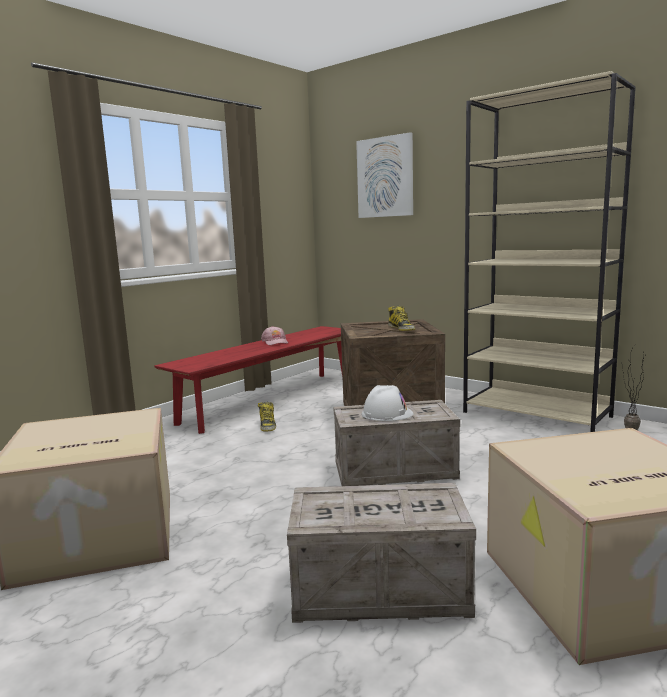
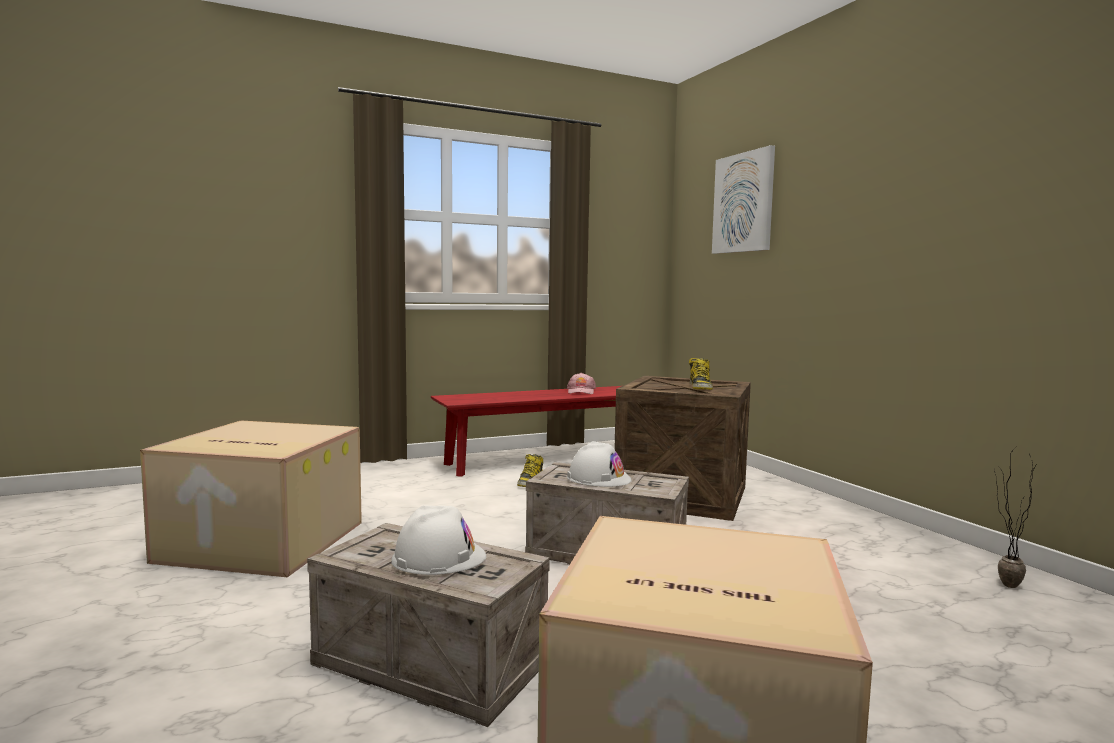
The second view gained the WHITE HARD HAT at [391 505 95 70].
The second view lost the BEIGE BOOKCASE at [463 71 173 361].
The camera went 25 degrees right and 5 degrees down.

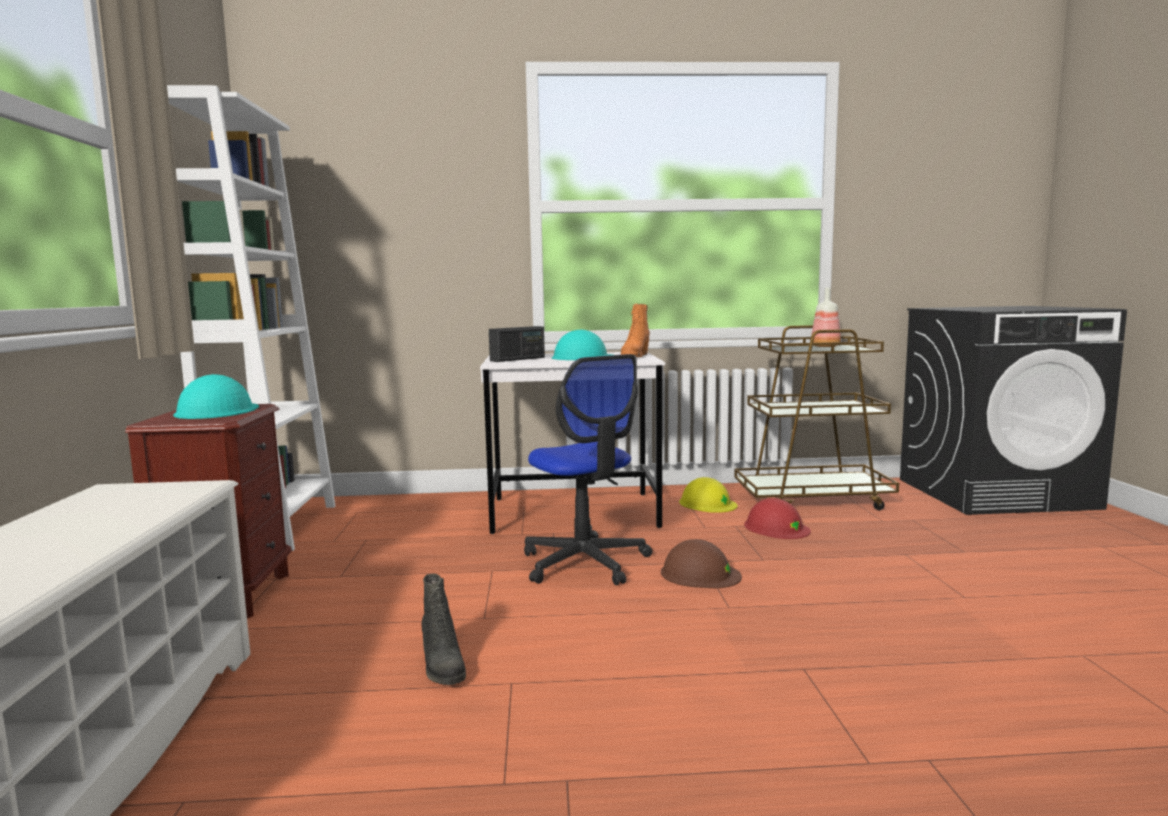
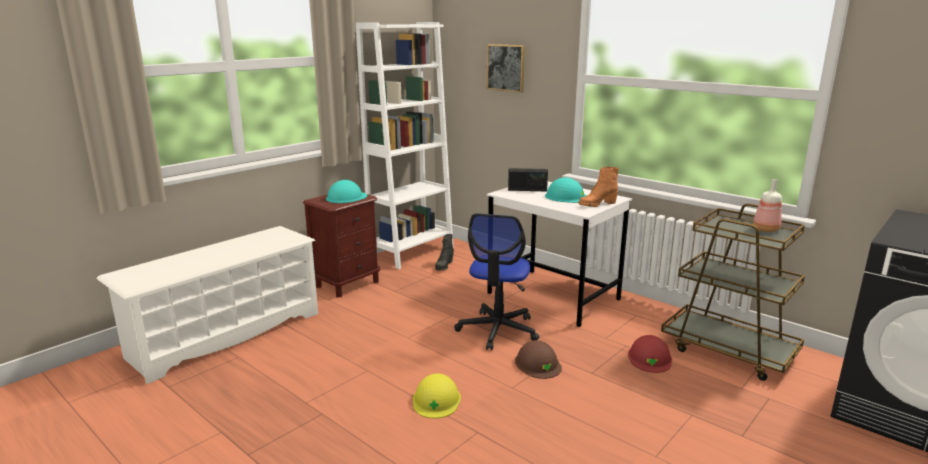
The YELLOW HARD HAT ended up elsewhere, having gone from [679 477 59 36] to [413 373 48 45].
The BLACK BOOT ended up elsewhere, having gone from [422 574 44 111] to [435 234 19 37].
The second view gained the PICTURE at [487 44 38 49].
The camera went 45 degrees right and 10 degrees up.

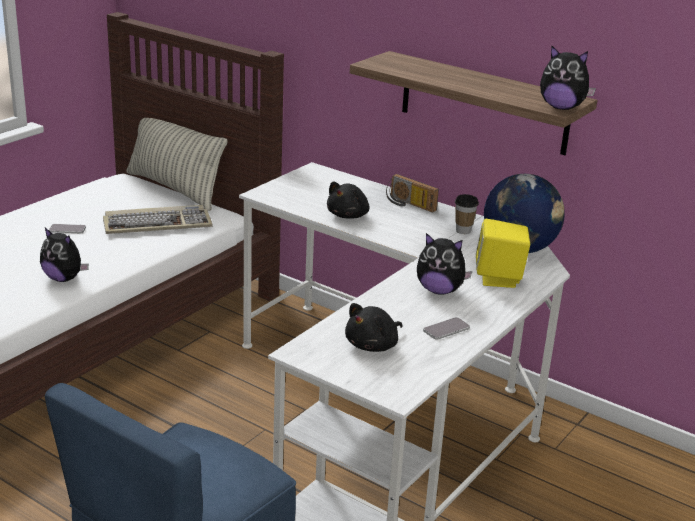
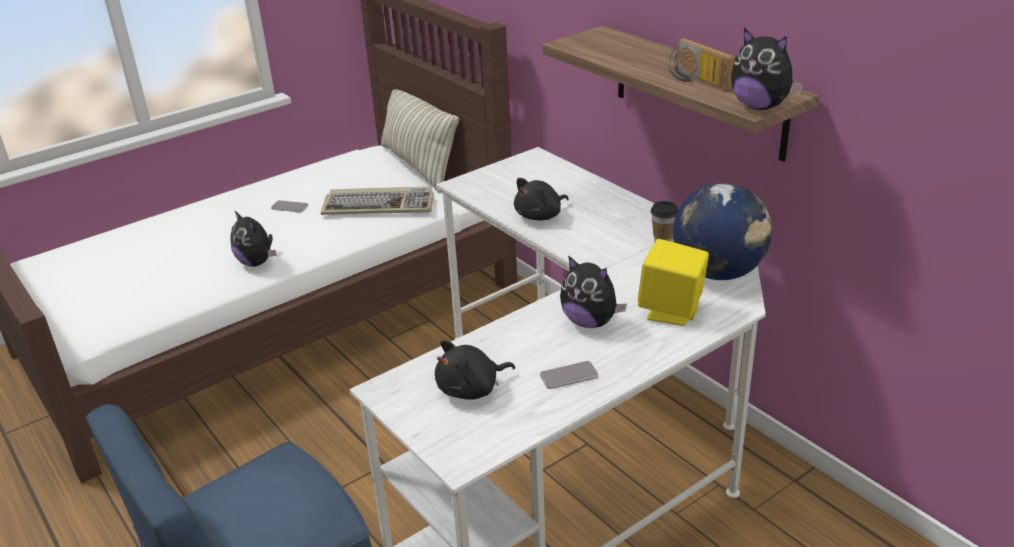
The RADIO ended up elsewhere, having gone from [386 174 53 38] to [669 38 67 53].
The camera went 20 degrees right and 5 degrees up.

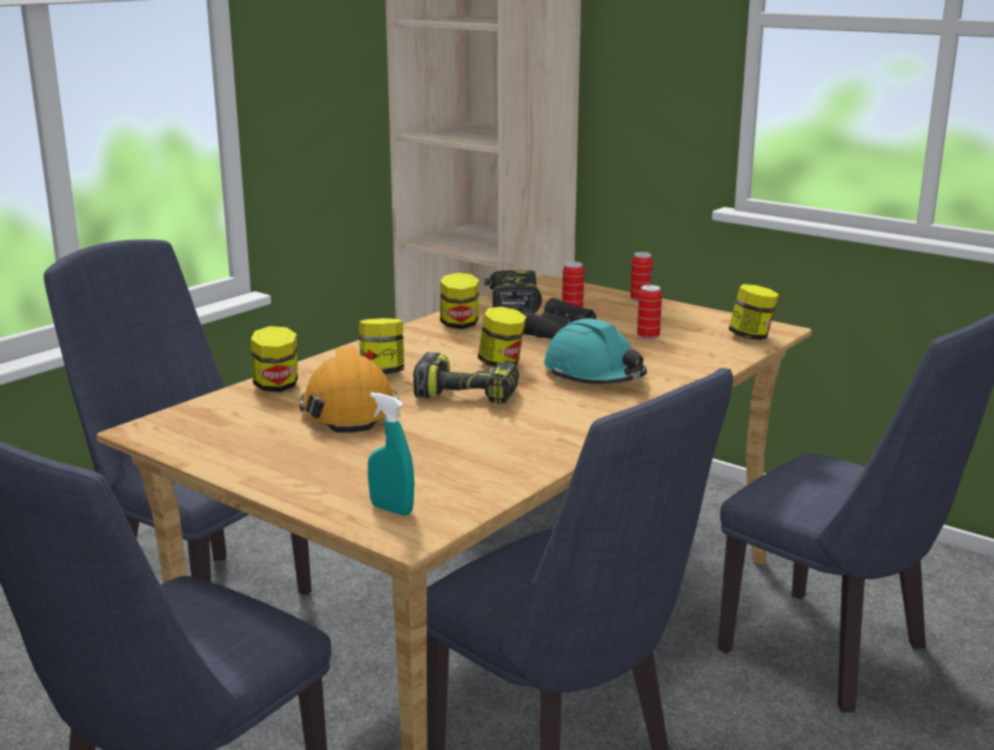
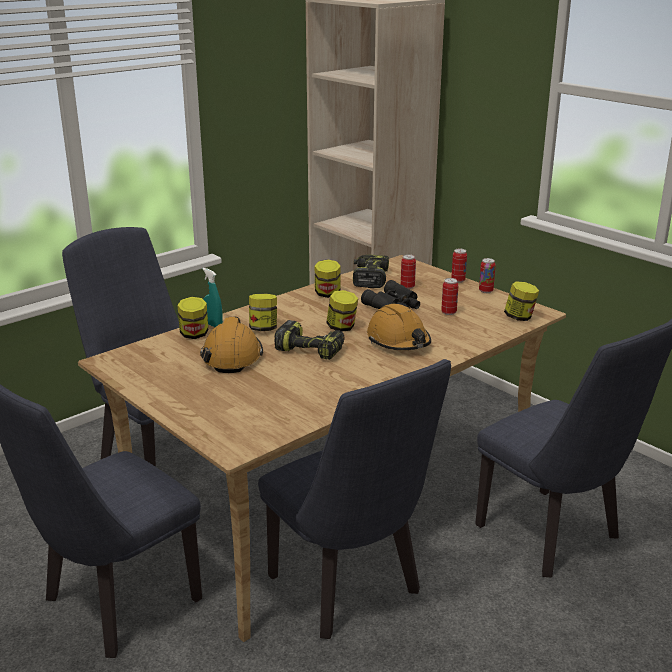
The TURQUOISE SPRAY BOTTLE ended up elsewhere, having gone from [368 392 46 124] to [203 268 20 59].
What was the TURQUOISE HARD HAT at [544 318 103 66] turned into the ORANGE HARD HAT at [367 304 64 46].
The second view gained the CAN at [479 258 17 35].
The camera went 10 degrees right and 5 degrees up.

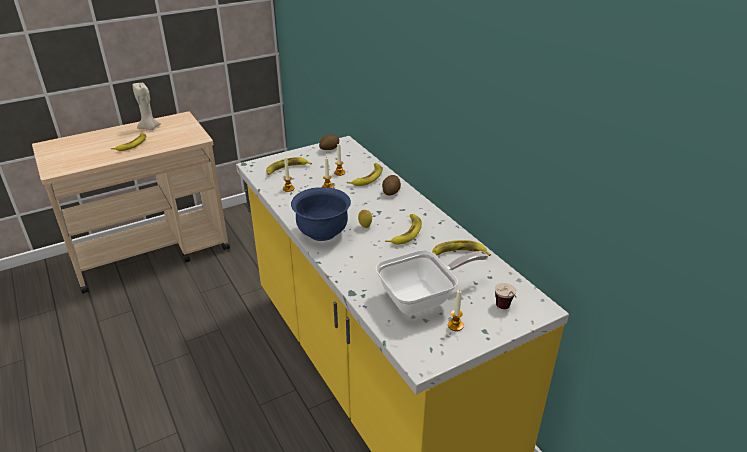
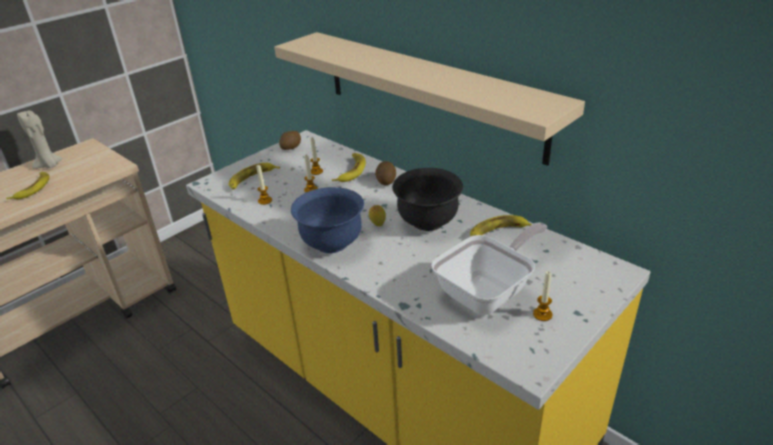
The second view gained the BEIGE SHELF at [274 32 311 134].
Where the BANANA stood at [385 214 37 31], the BLACK BOWL came to stand at [392 168 71 63].
The second view lost the CUP at [495 283 21 26].
The camera went 15 degrees left and 0 degrees up.

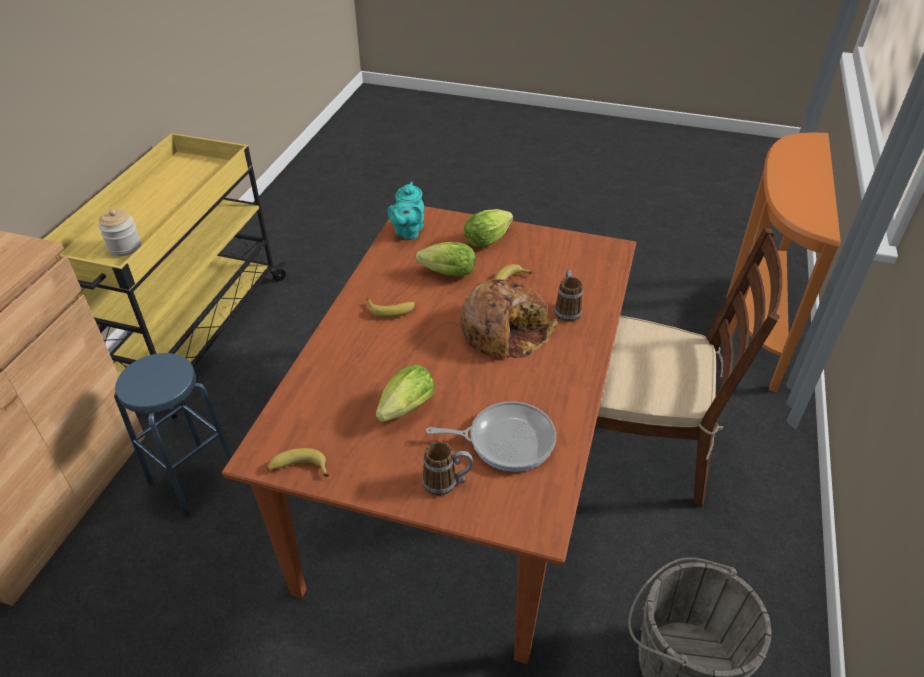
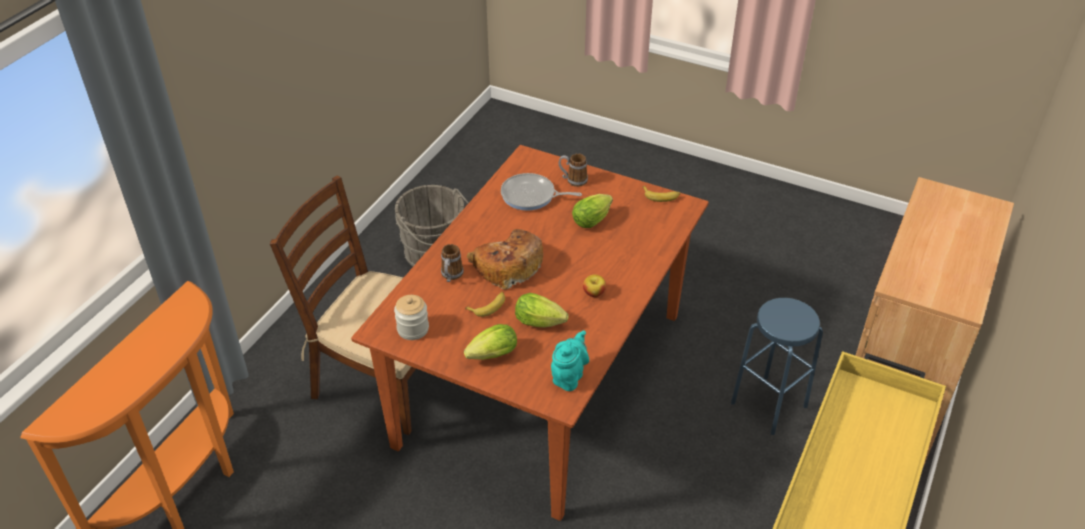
The JAR ended up elsewhere, having gone from [98 209 43 47] to [394 295 35 45].
Where the BANANA stood at [366 298 50 20], the APPLE came to stand at [583 274 23 23].
The camera went 170 degrees left and 0 degrees up.

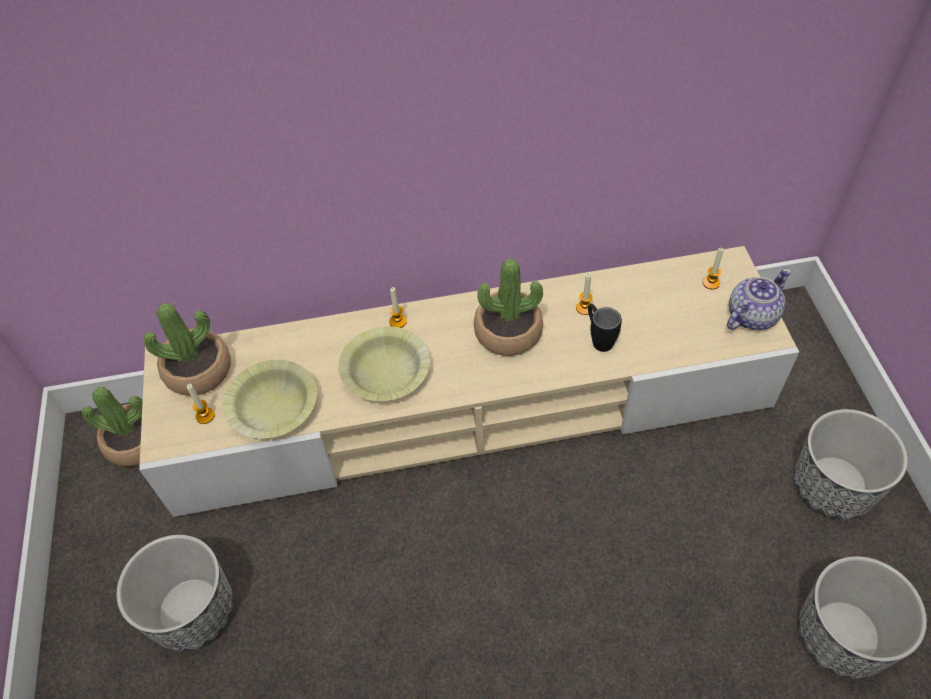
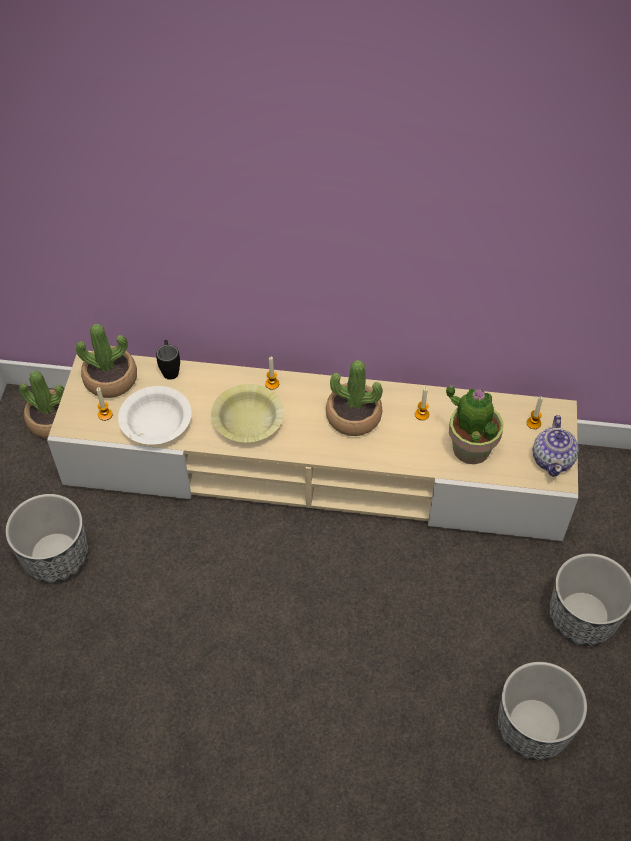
What was the YELLOW BOWL at [223 360 94 79] turned into the WHITE BOWL at [118 386 73 59].
The BLACK MUG ended up elsewhere, having gone from [588 304 34 48] to [156 340 24 40].
The second view gained the POTTED PLANT at [446 384 57 80].
The TEAPOT at [727 268 64 62] ended up facing another way, 120 degrees clockwise from before.
The camera went 15 degrees right and 0 degrees up.

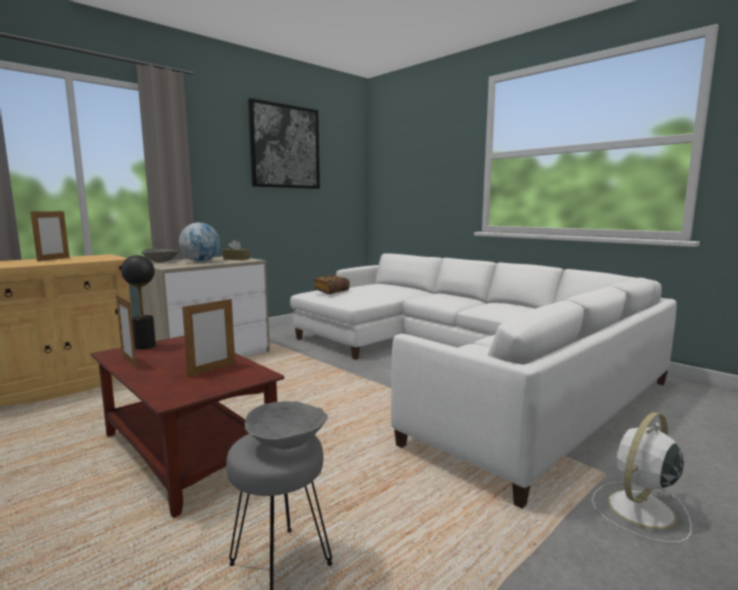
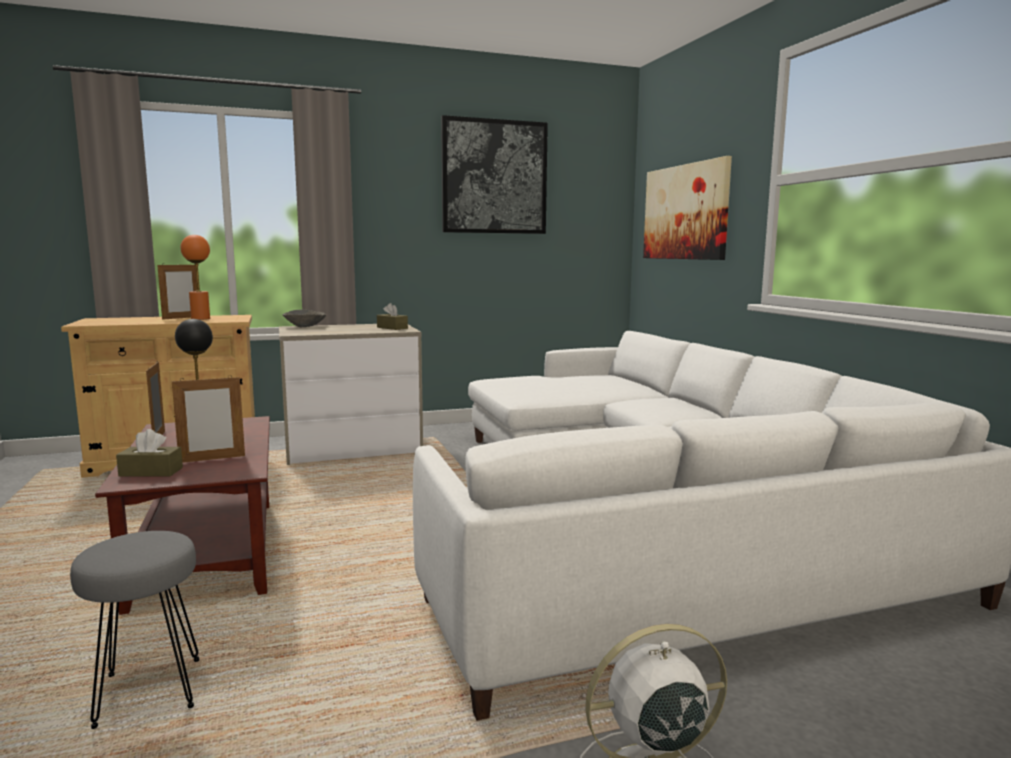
The second view gained the BROWN TISSUE BOX at [116 429 67 48].
The second view gained the ORANGE TABLE LAMP at [180 235 30 85].
The second view gained the PICTURE at [643 156 89 104].
The second view lost the GLOBE at [179 223 41 39].
The second view lost the GREY BOWL at [244 401 84 48].
The second view lost the BOOK at [313 275 37 19].
The camera went 25 degrees right and 0 degrees up.

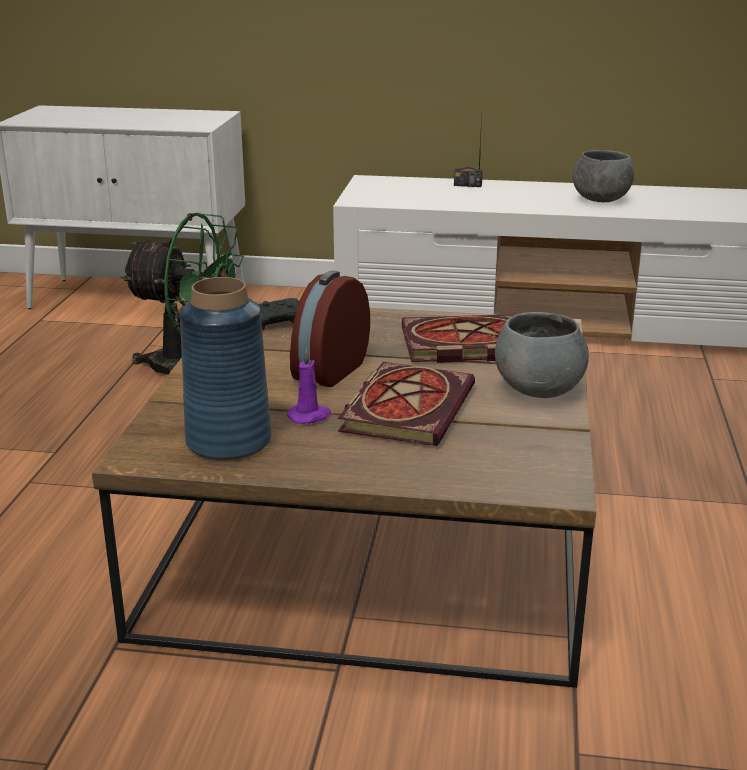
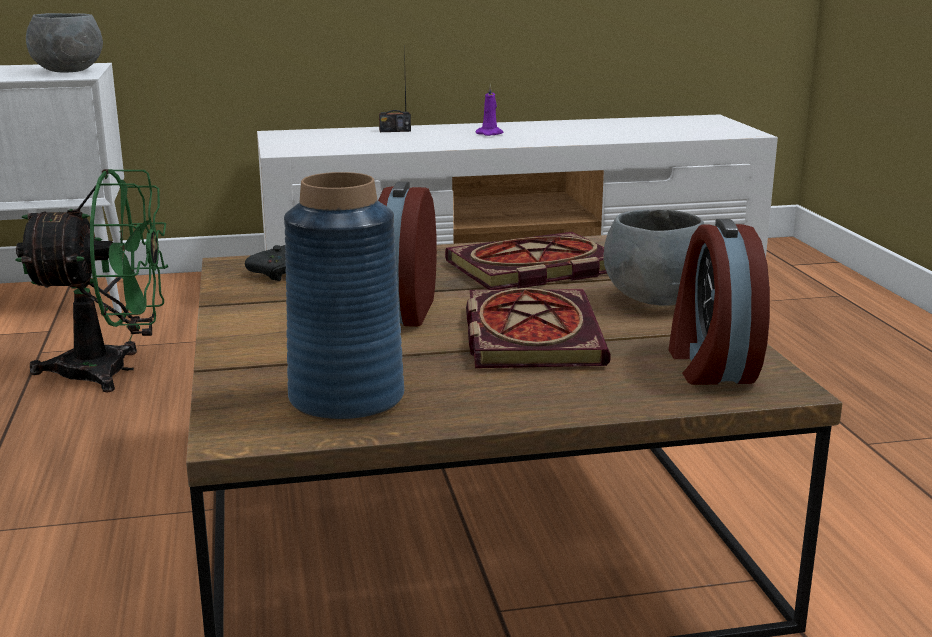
The GREY BOWL ended up elsewhere, having gone from [572 150 62 52] to [26 13 77 60].
The PURPLE CANDLE ended up elsewhere, having gone from [287 348 44 76] to [476 84 27 52].
The second view gained the ALARM CLOCK at [669 219 101 166].
The camera went 20 degrees left and 5 degrees down.

